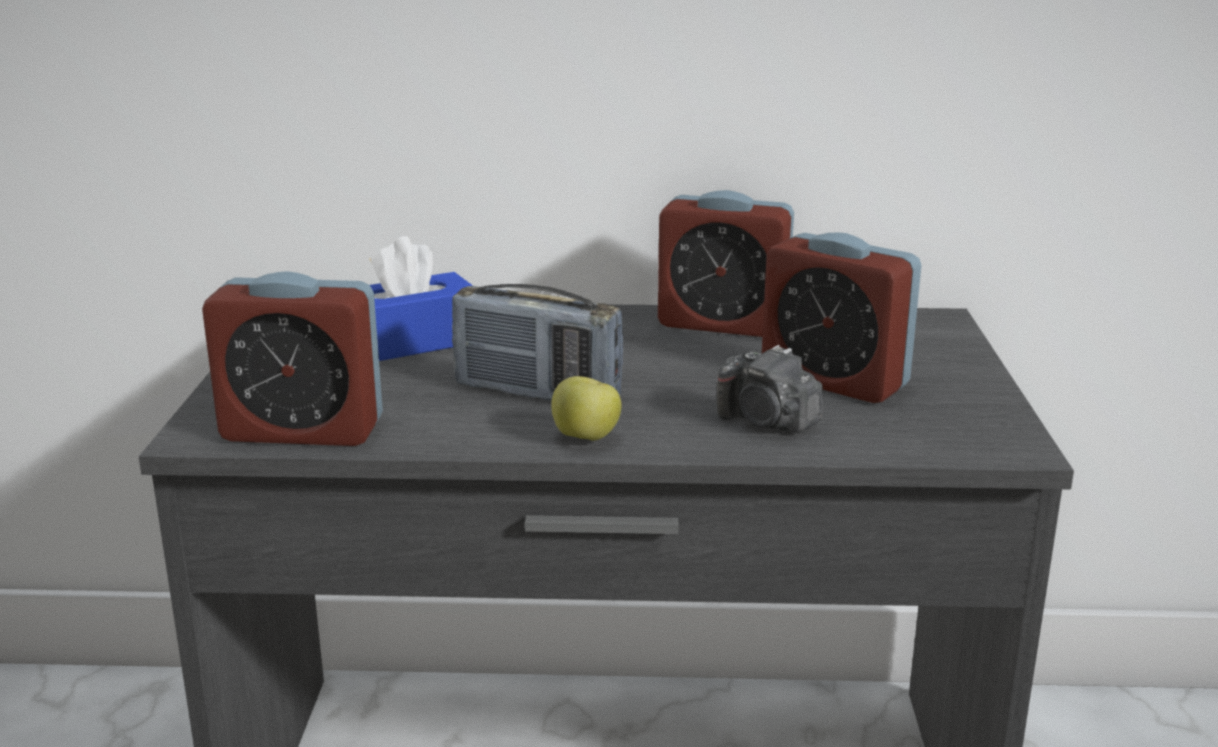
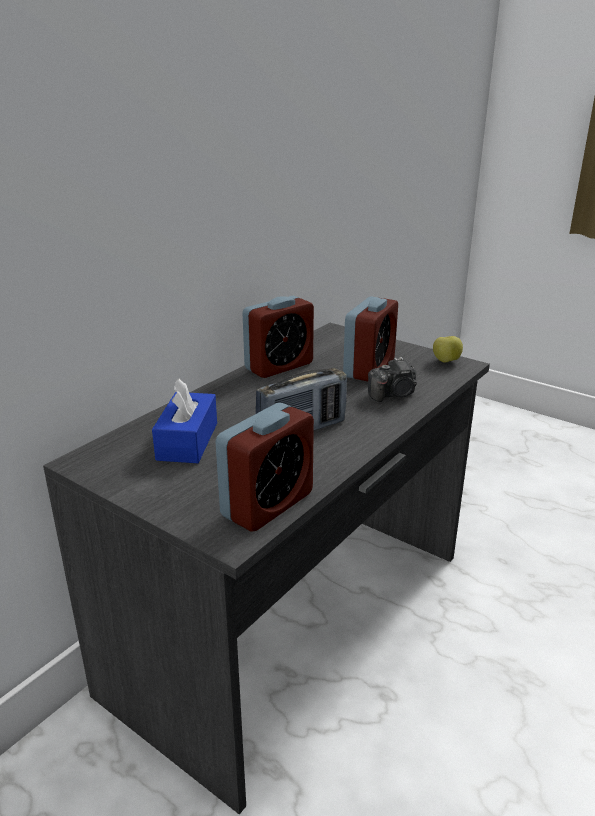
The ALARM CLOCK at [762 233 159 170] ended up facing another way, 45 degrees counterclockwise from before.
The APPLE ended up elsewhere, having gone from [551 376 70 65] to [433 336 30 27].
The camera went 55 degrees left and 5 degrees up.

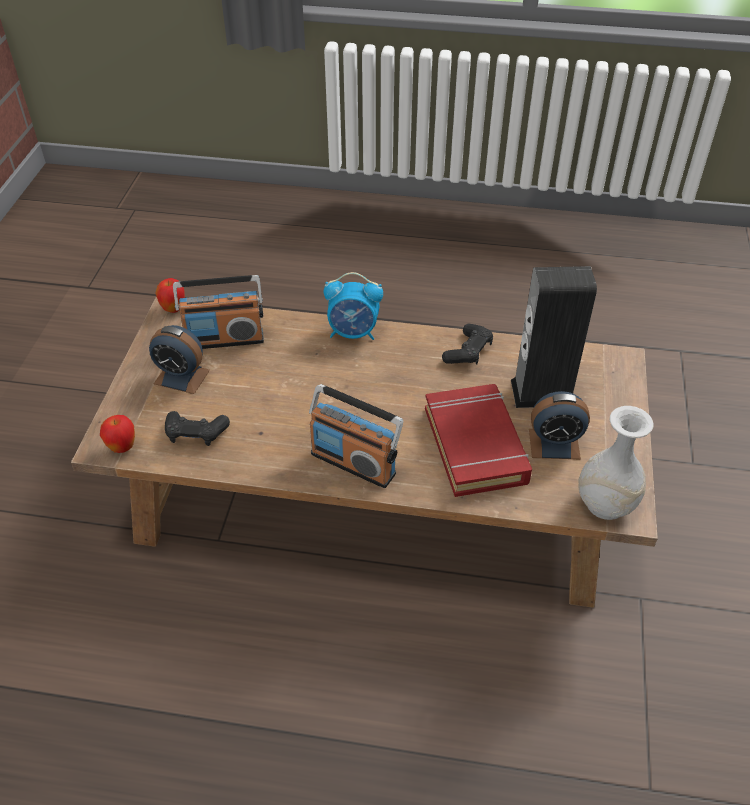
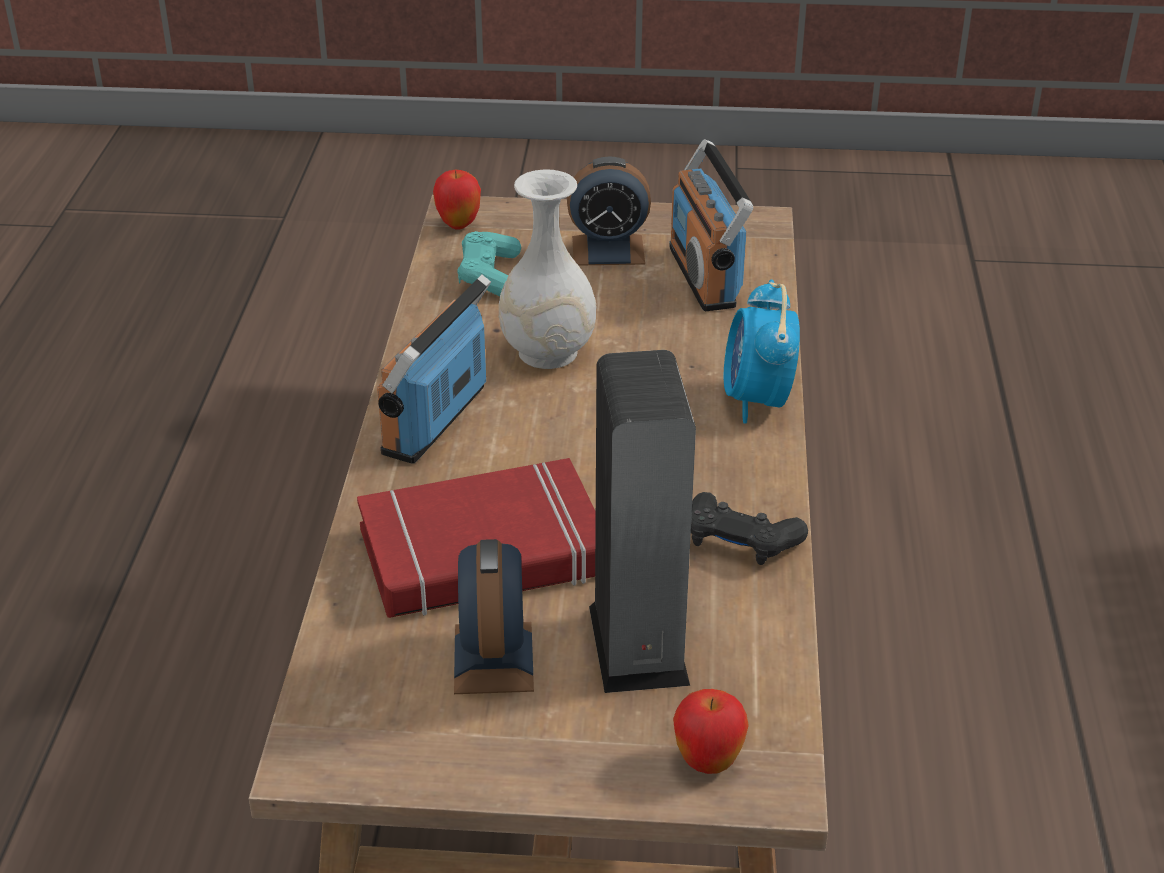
What was the BLACK GAME CONTROLLER at [165 411 65 35] turned into the TURQUOISE GAME CONTROLLER at [458 231 63 65].
The WHITE VASE ended up elsewhere, having gone from [578 406 75 114] to [499 169 98 200].
The ALARM CLOCK at [149 325 61 69] ended up facing another way, 105 degrees counterclockwise from before.
The APPLE ended up elsewhere, having gone from [155 278 30 35] to [673 689 76 85].
The camera went 85 degrees right and 10 degrees down.

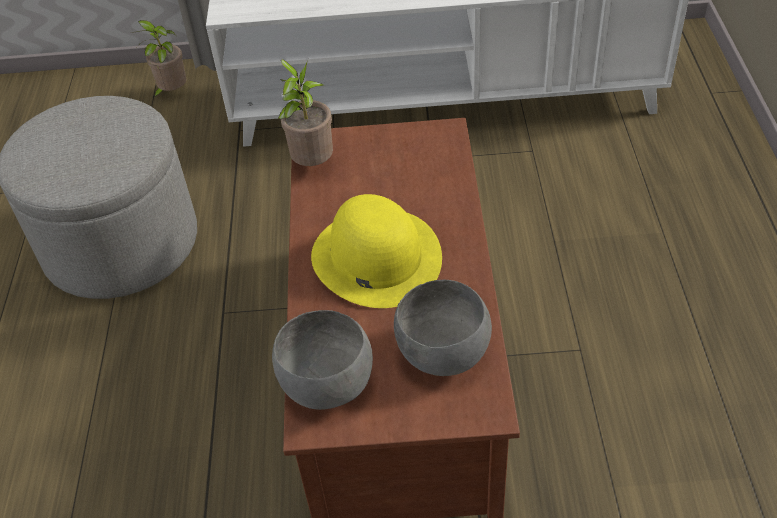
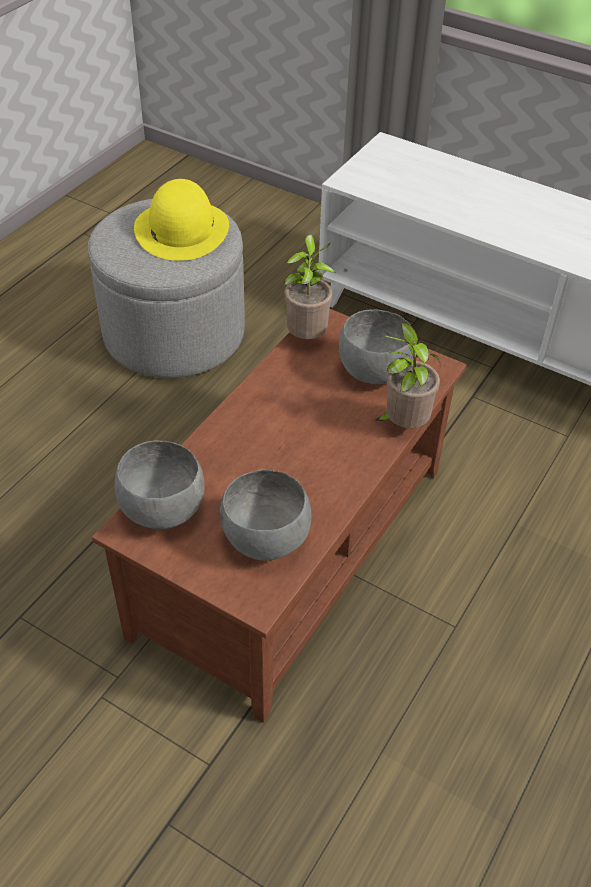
The YELLOW HAT ended up elsewhere, having gone from [311 194 131 114] to [134 179 95 82].
The second view gained the GREY BOWL at [339 309 74 75].
The POTTED PLANT ended up elsewhere, having gone from [131 20 55 78] to [374 322 67 106].
The camera went 30 degrees right and 0 degrees up.

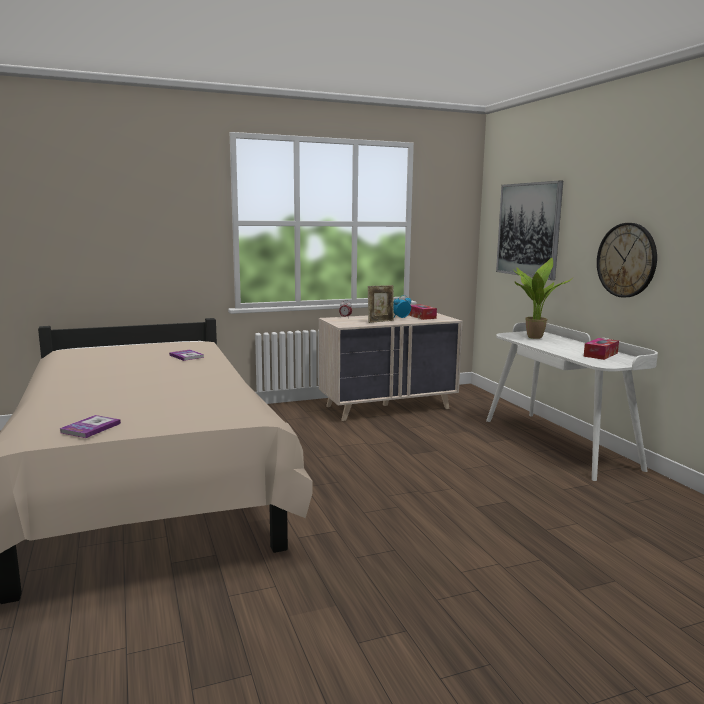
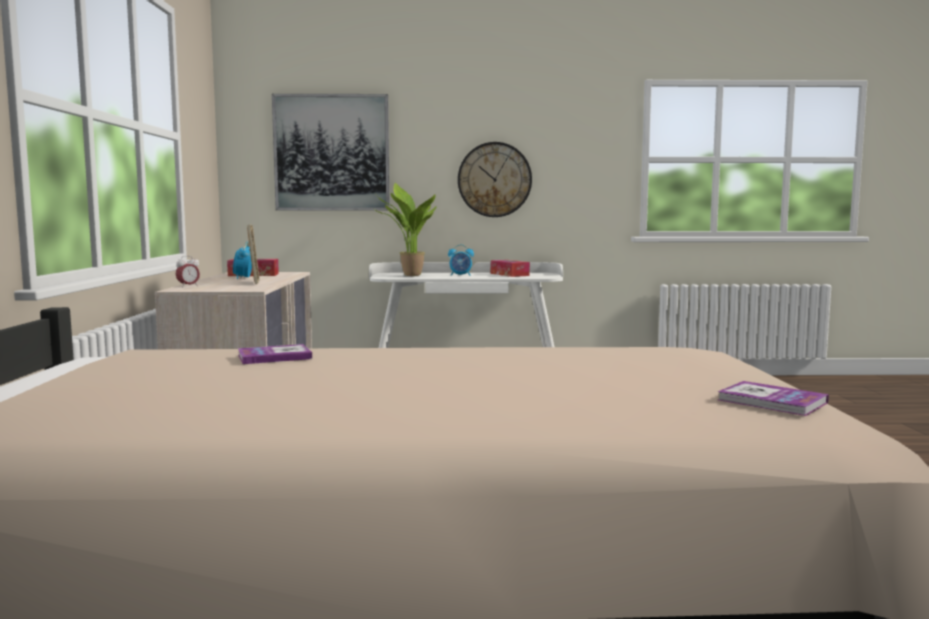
The second view gained the ALARM CLOCK at [448 245 26 31].
The camera went 70 degrees left and 5 degrees down.

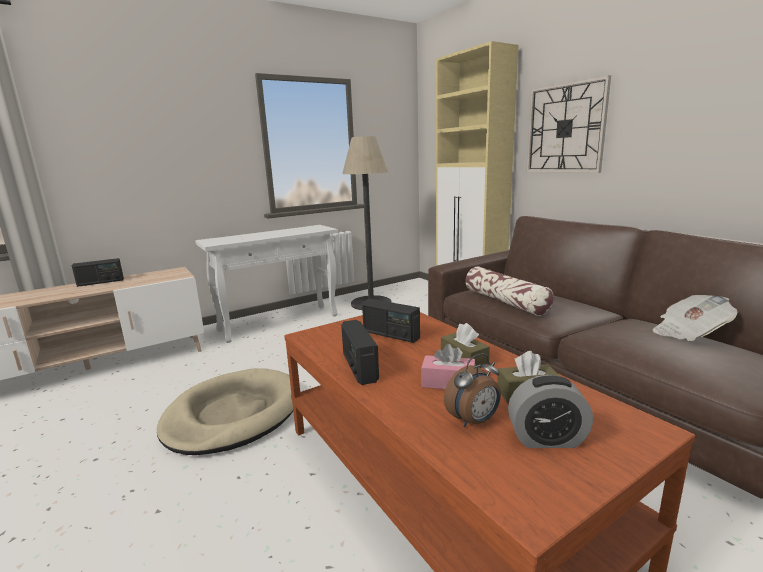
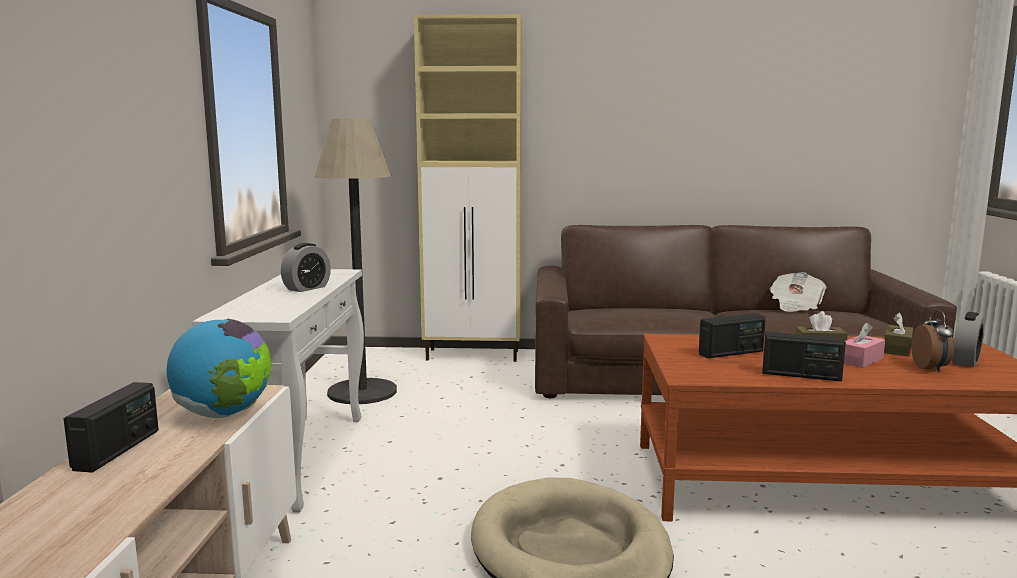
The second view gained the GLOBE at [167 319 104 99].
The second view gained the ALARM CLOCK at [281 243 50 49].
The second view lost the PILLOW at [465 267 89 49].
The second view lost the WALL CLOCK at [526 75 85 98].
The camera went 55 degrees left and 5 degrees down.

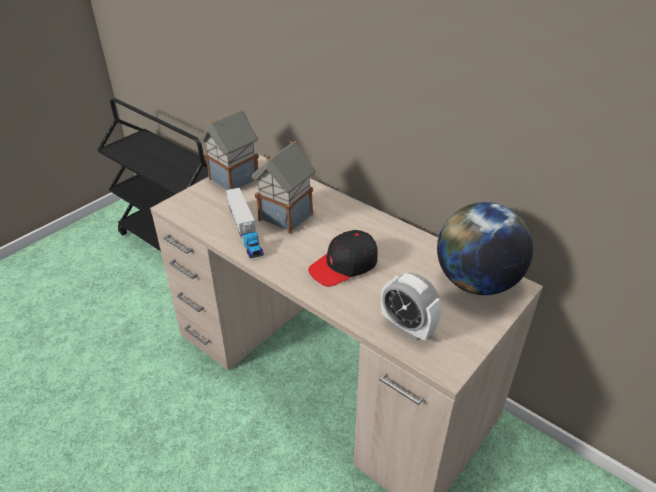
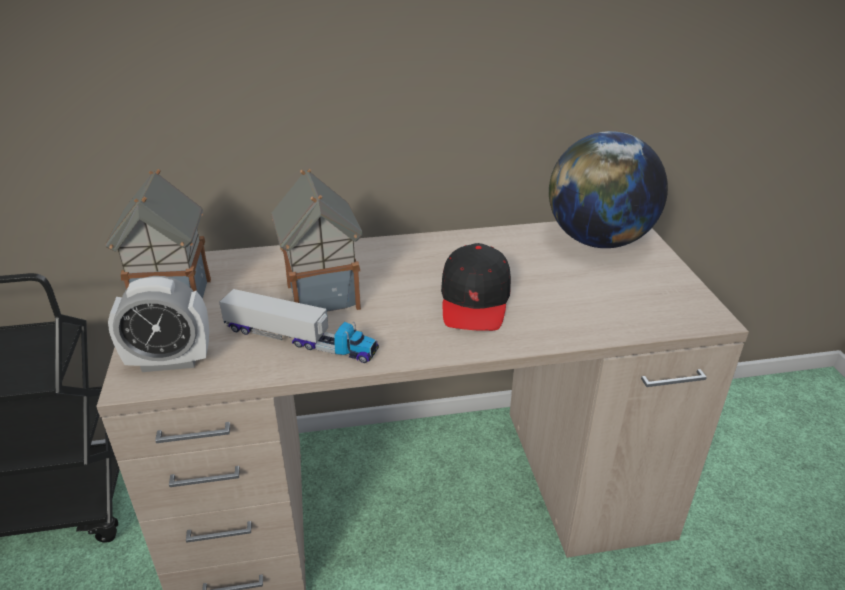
The ALARM CLOCK ended up elsewhere, having gone from [381 273 61 68] to [108 276 101 96].
The camera went 50 degrees left and 5 degrees down.

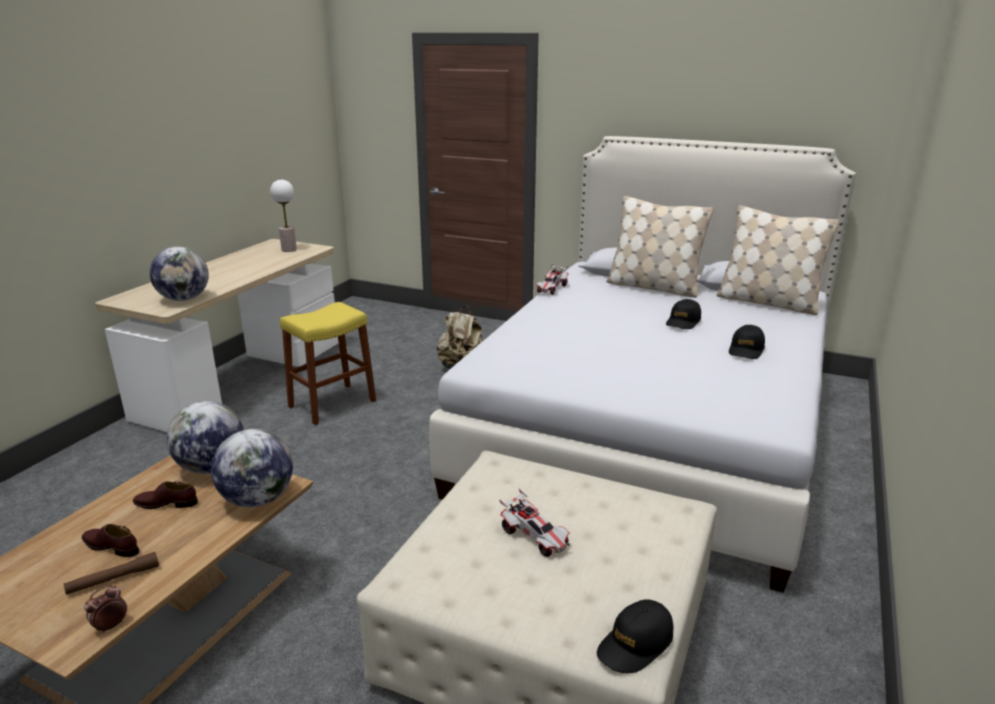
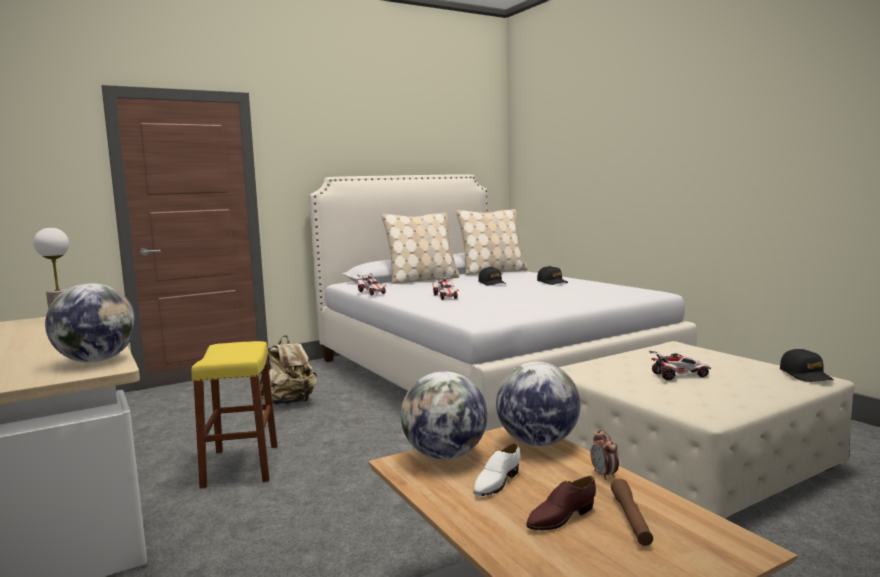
The second view gained the TOY CAR at [432 276 27 24].
What was the BROWN SHOE at [133 481 65 28] turned into the WHITE SHOE at [474 443 47 53].
The ALARM CLOCK ended up elsewhere, having gone from [84 585 43 49] to [590 429 29 51].
The camera went 55 degrees left and 15 degrees down.

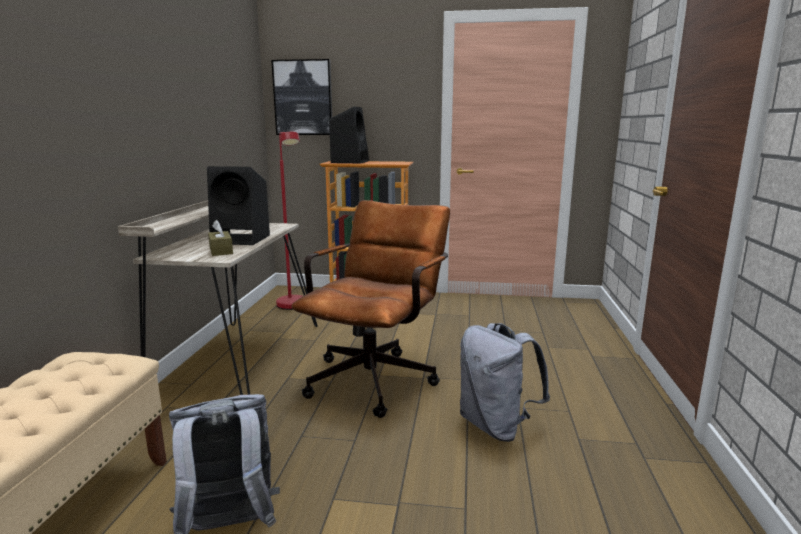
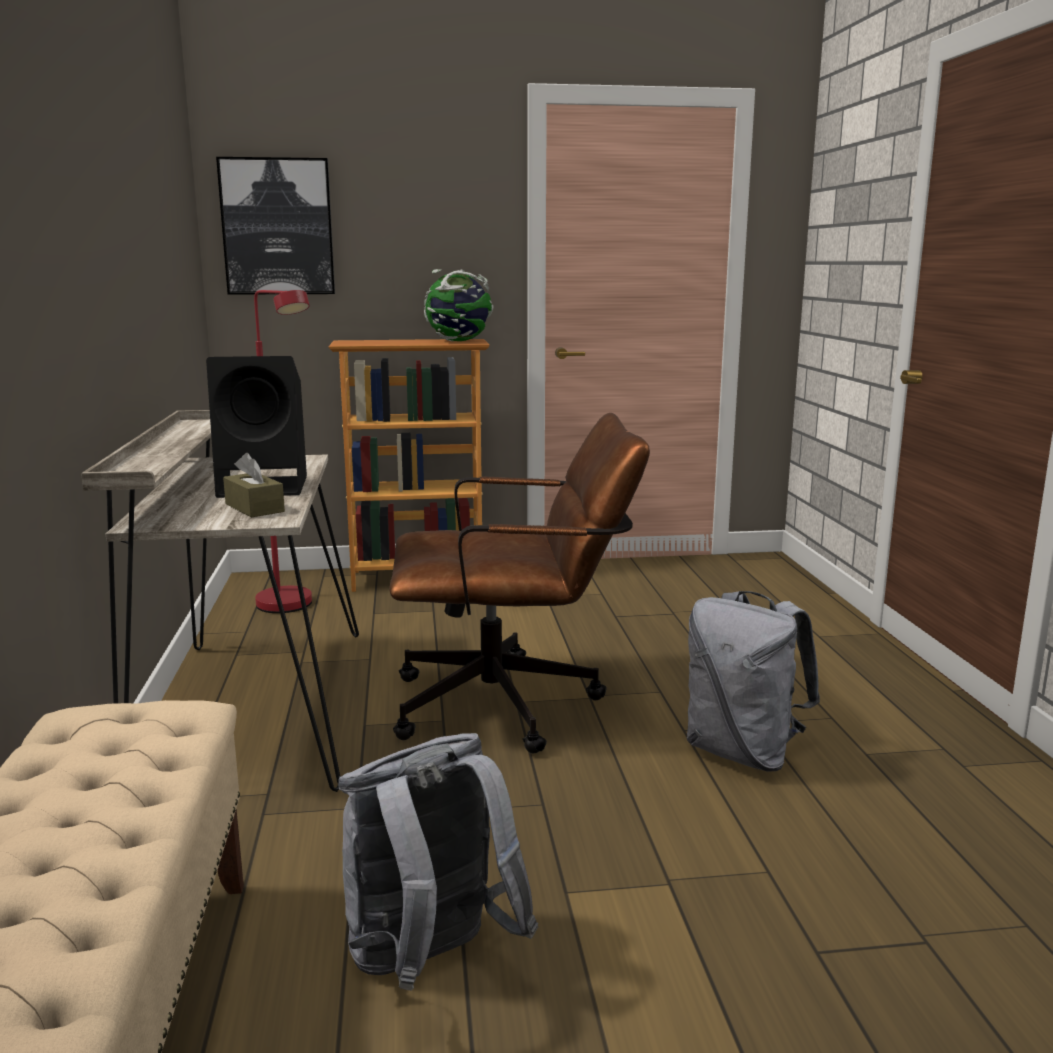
The BROWN OFFICE CHAIR at [291 200 159 218] ended up facing another way, 75 degrees clockwise from before.
The second view gained the GLOBE at [424 269 70 72].
The second view lost the BLACK SPEAKER at [329 106 40 57].
The camera went 15 degrees left and 0 degrees up.

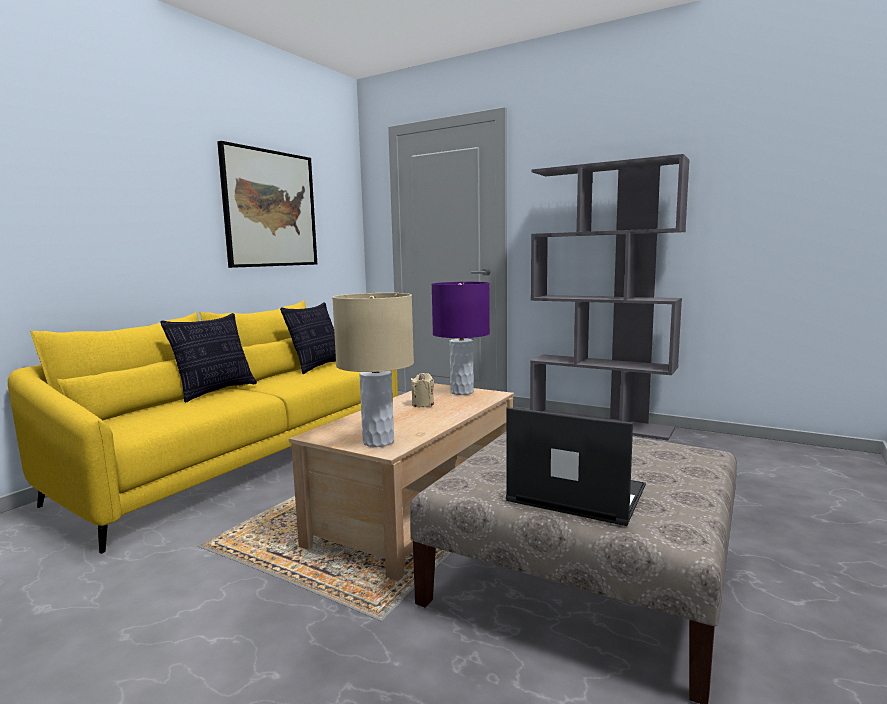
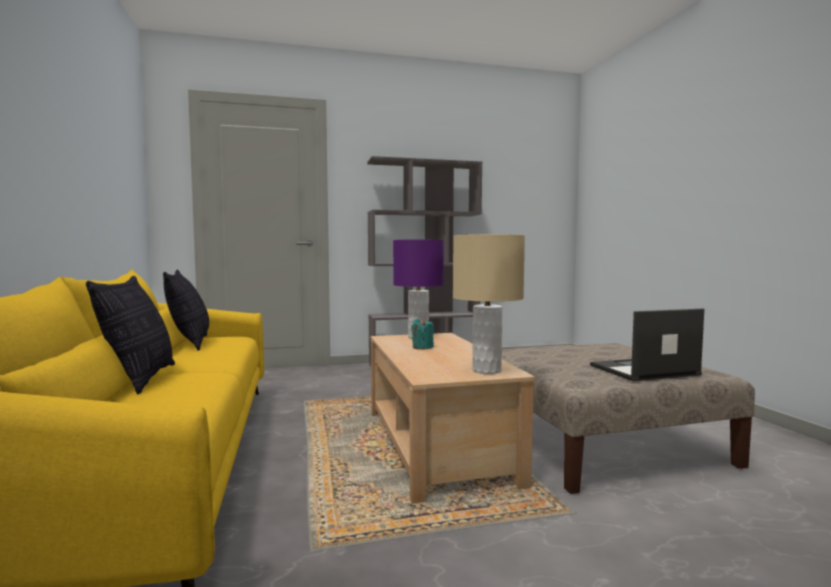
What was the BEIGE CANDLE at [411 373 23 34] turned into the TURQUOISE CANDLE at [411 318 23 32].
The second view lost the PICTURE at [217 141 100 127].
The camera went 45 degrees left and 5 degrees down.

